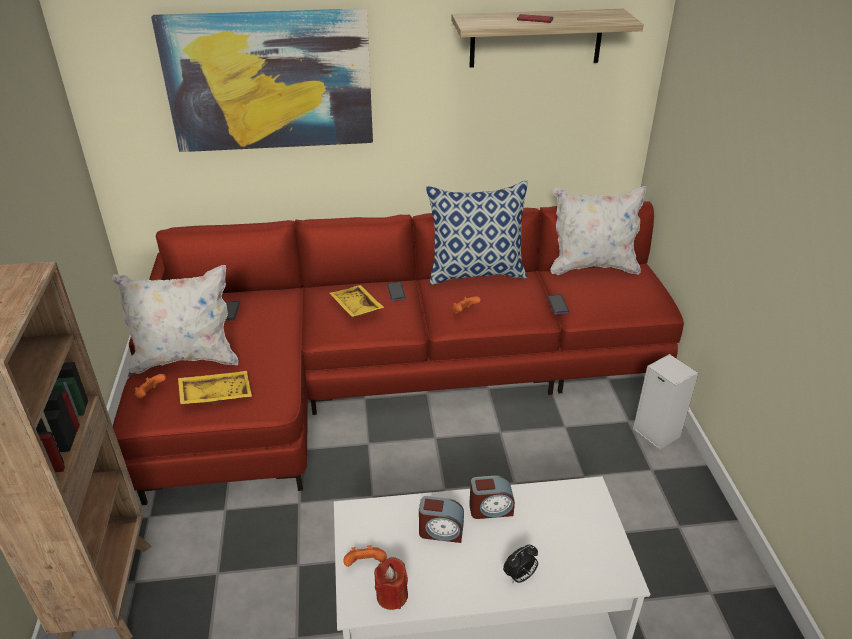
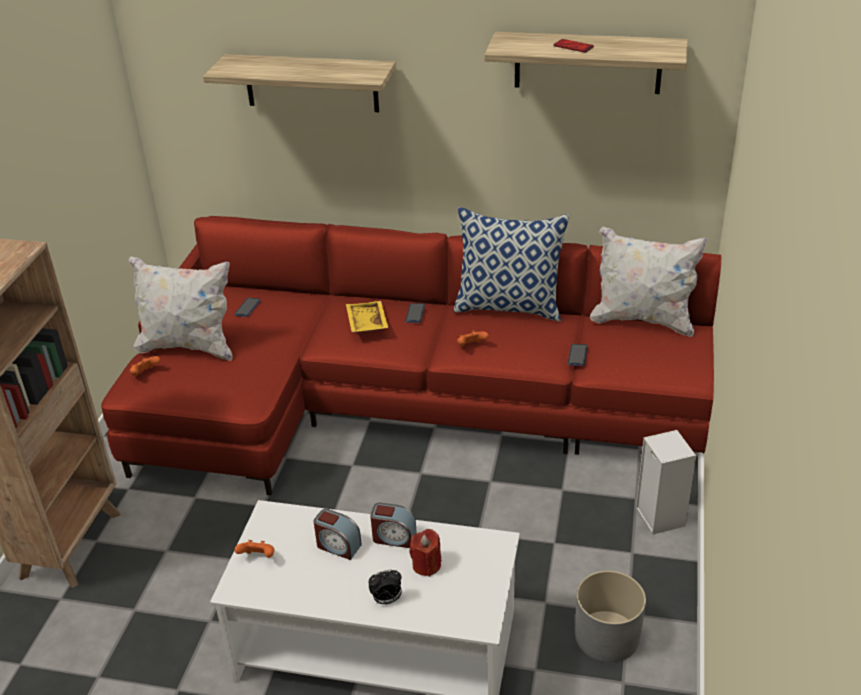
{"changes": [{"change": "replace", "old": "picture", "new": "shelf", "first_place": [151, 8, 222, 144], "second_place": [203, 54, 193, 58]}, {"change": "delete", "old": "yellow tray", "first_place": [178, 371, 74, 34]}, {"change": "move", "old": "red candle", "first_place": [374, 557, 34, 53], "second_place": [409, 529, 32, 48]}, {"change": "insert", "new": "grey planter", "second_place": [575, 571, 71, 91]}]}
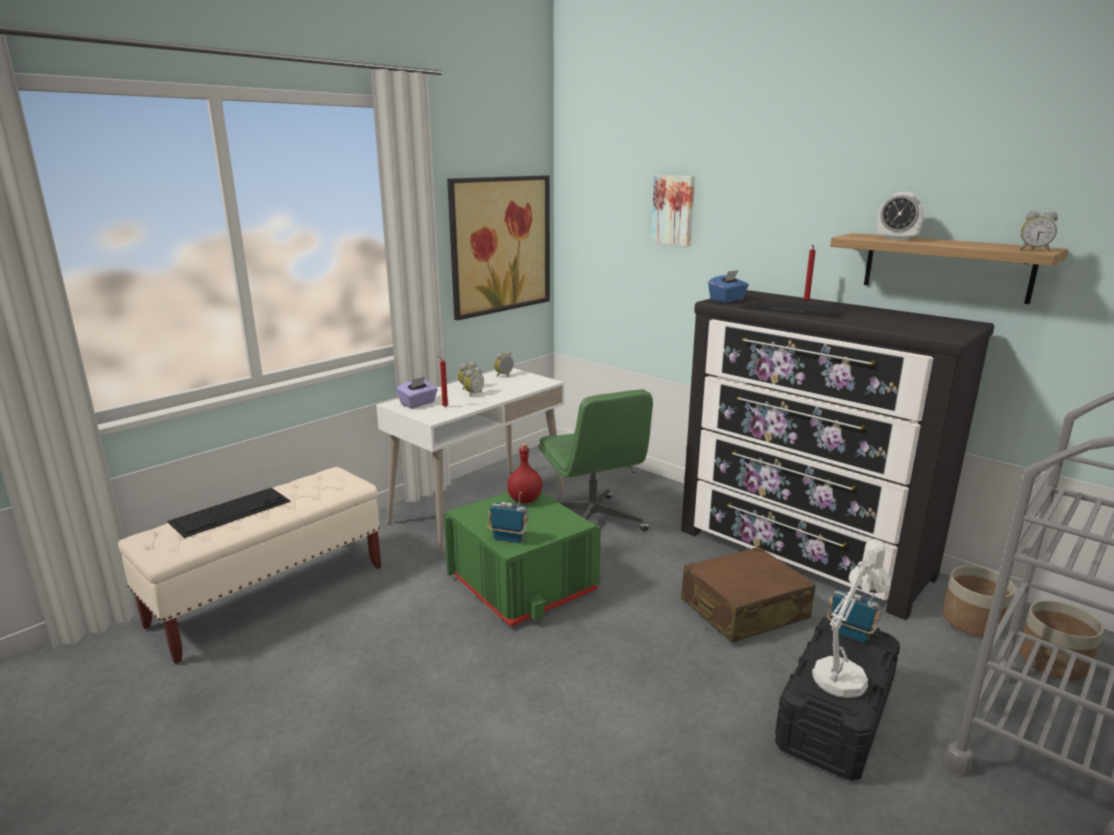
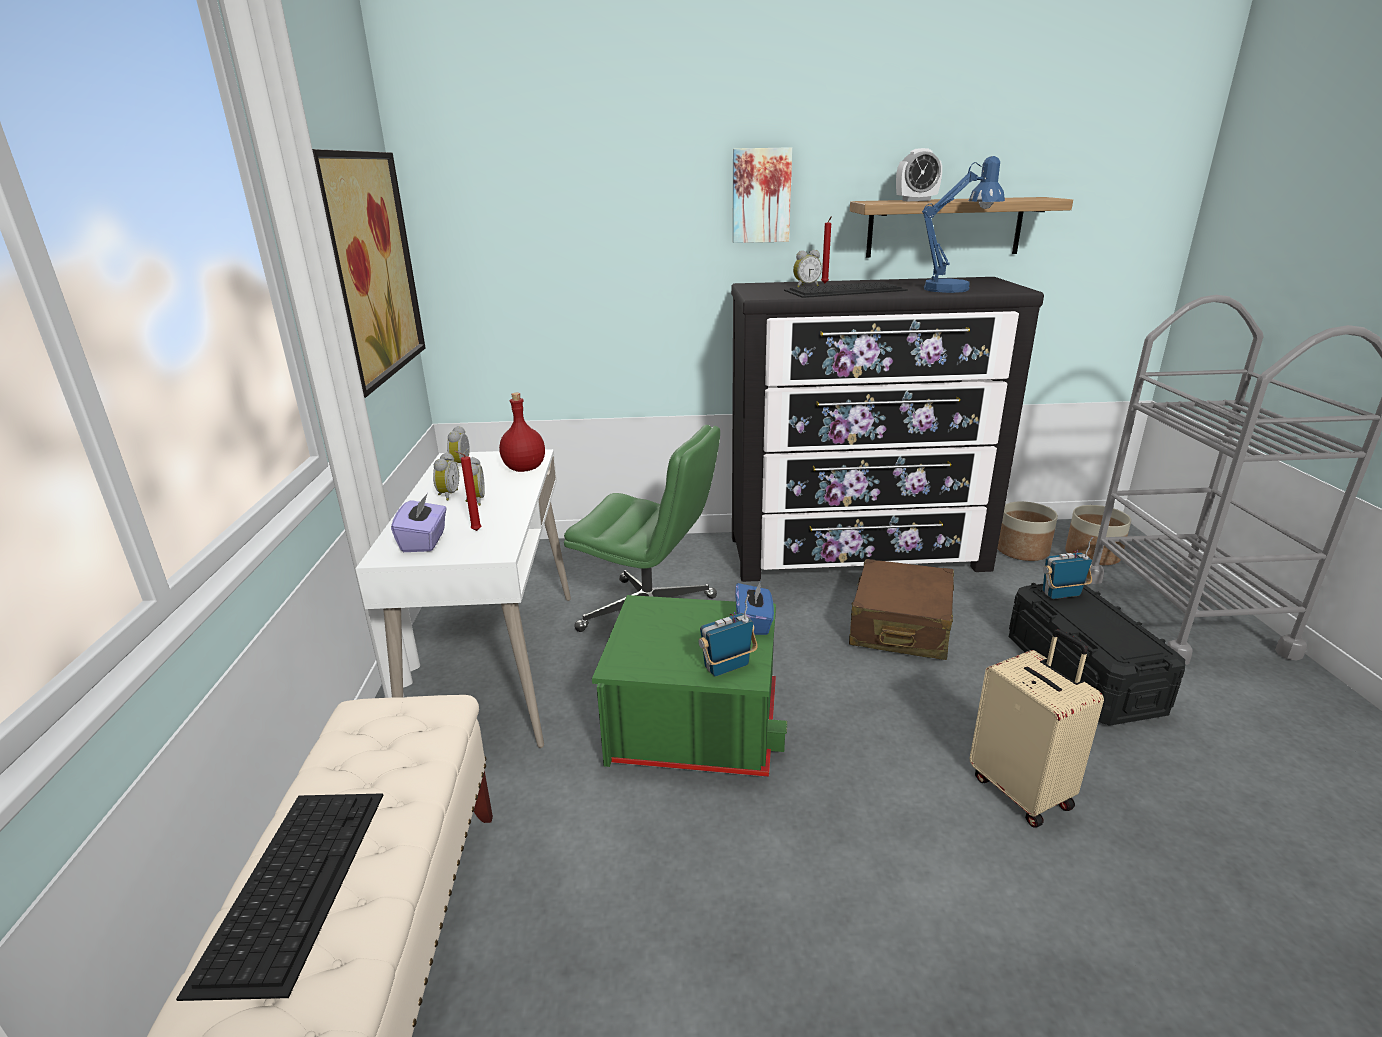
{"changes": [{"change": "move", "old": "red bottle", "first_place": [507, 443, 35, 60], "second_place": [499, 393, 46, 79]}, {"change": "move", "old": "picture", "first_place": [651, 175, 44, 71], "second_place": [732, 147, 60, 96]}, {"change": "move", "old": "blue tissue box", "first_place": [708, 270, 41, 33], "second_place": [735, 580, 39, 55]}, {"change": "delete", "old": "white table lamp", "first_place": [812, 539, 79, 159]}, {"change": "move", "old": "alarm clock", "first_place": [1020, 211, 38, 40], "second_place": [793, 250, 29, 37]}, {"change": "insert", "new": "blue table lamp", "second_place": [922, 156, 83, 137]}, {"change": "insert", "new": "beige suitcase", "second_place": [969, 629, 135, 199]}]}
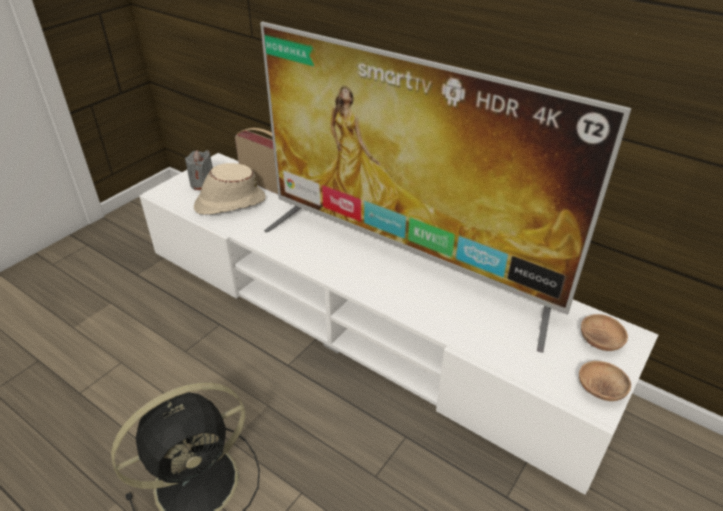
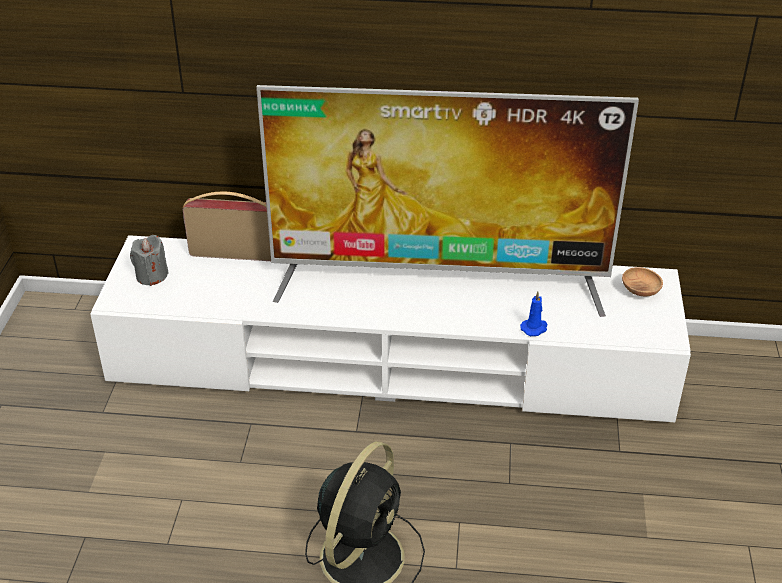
{"changes": [{"change": "delete", "old": "beige hat", "first_place": [194, 163, 72, 52]}, {"change": "delete", "old": "brown bowl", "first_place": [579, 361, 52, 40]}, {"change": "insert", "new": "blue candle", "second_place": [520, 292, 27, 44]}]}
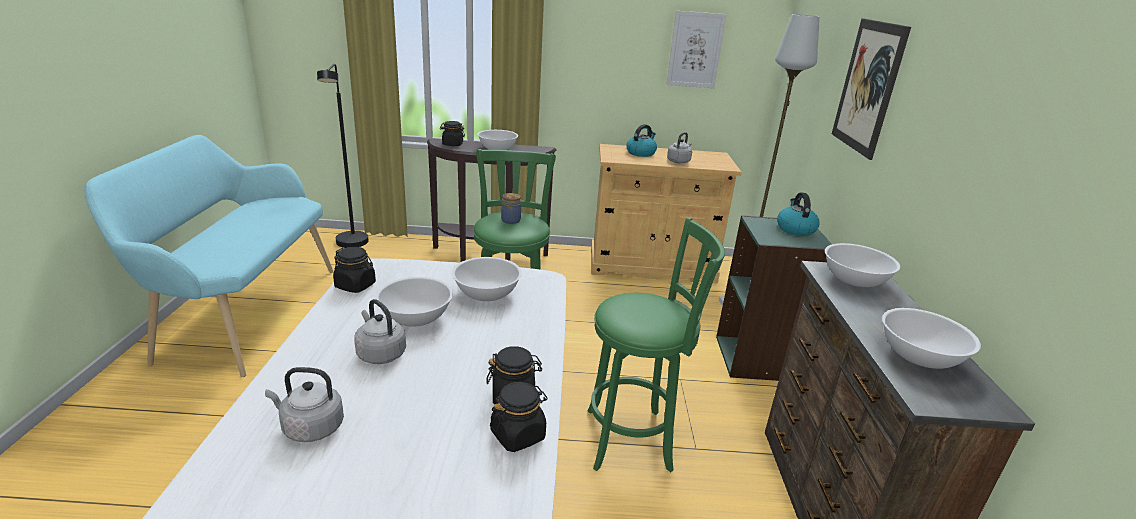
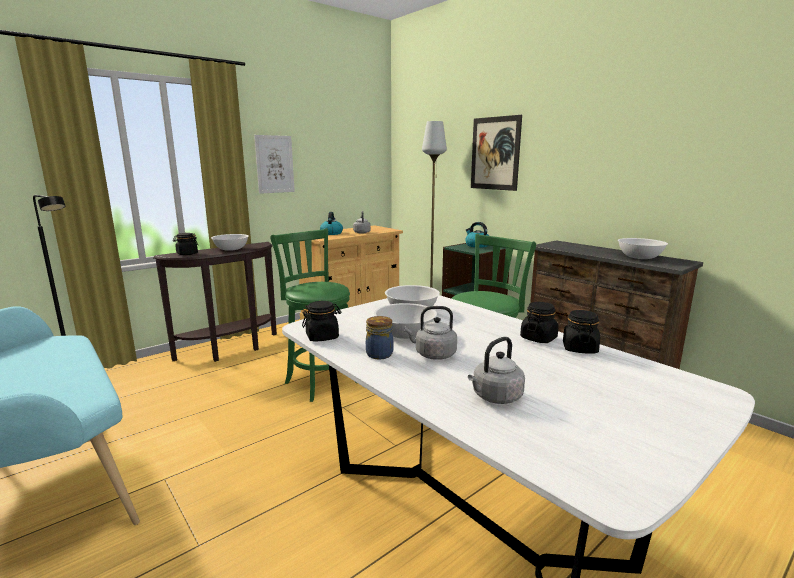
{"changes": [{"change": "move", "old": "jar", "first_place": [501, 193, 20, 31], "second_place": [366, 316, 27, 43]}, {"change": "move", "old": "picture", "first_place": [666, 11, 61, 77], "second_place": [254, 135, 41, 59]}, {"change": "delete", "old": "white bowl", "first_place": [825, 243, 75, 44]}]}
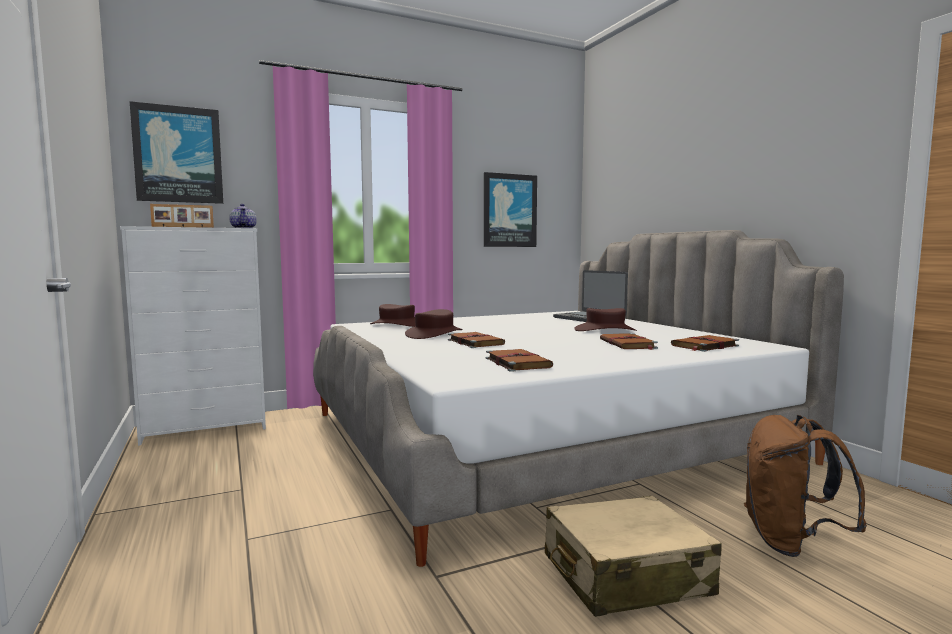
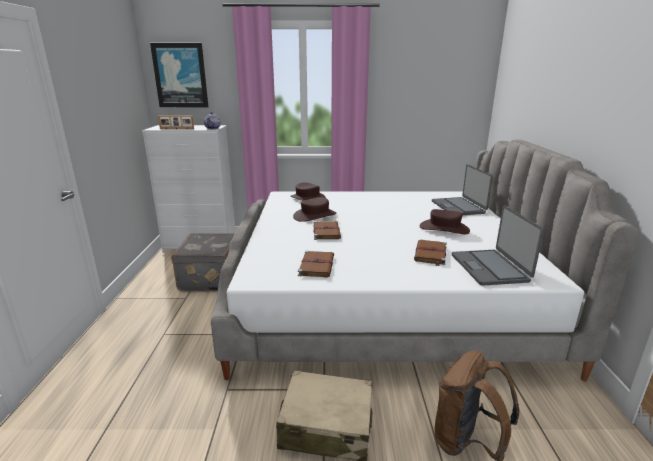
{"changes": [{"change": "delete", "old": "picture", "first_place": [484, 172, 53, 75]}, {"change": "replace", "old": "brown book", "new": "laptop", "first_place": [671, 335, 68, 17], "second_place": [452, 205, 92, 81]}, {"change": "insert", "new": "grey suitcase", "second_place": [171, 233, 64, 59]}]}
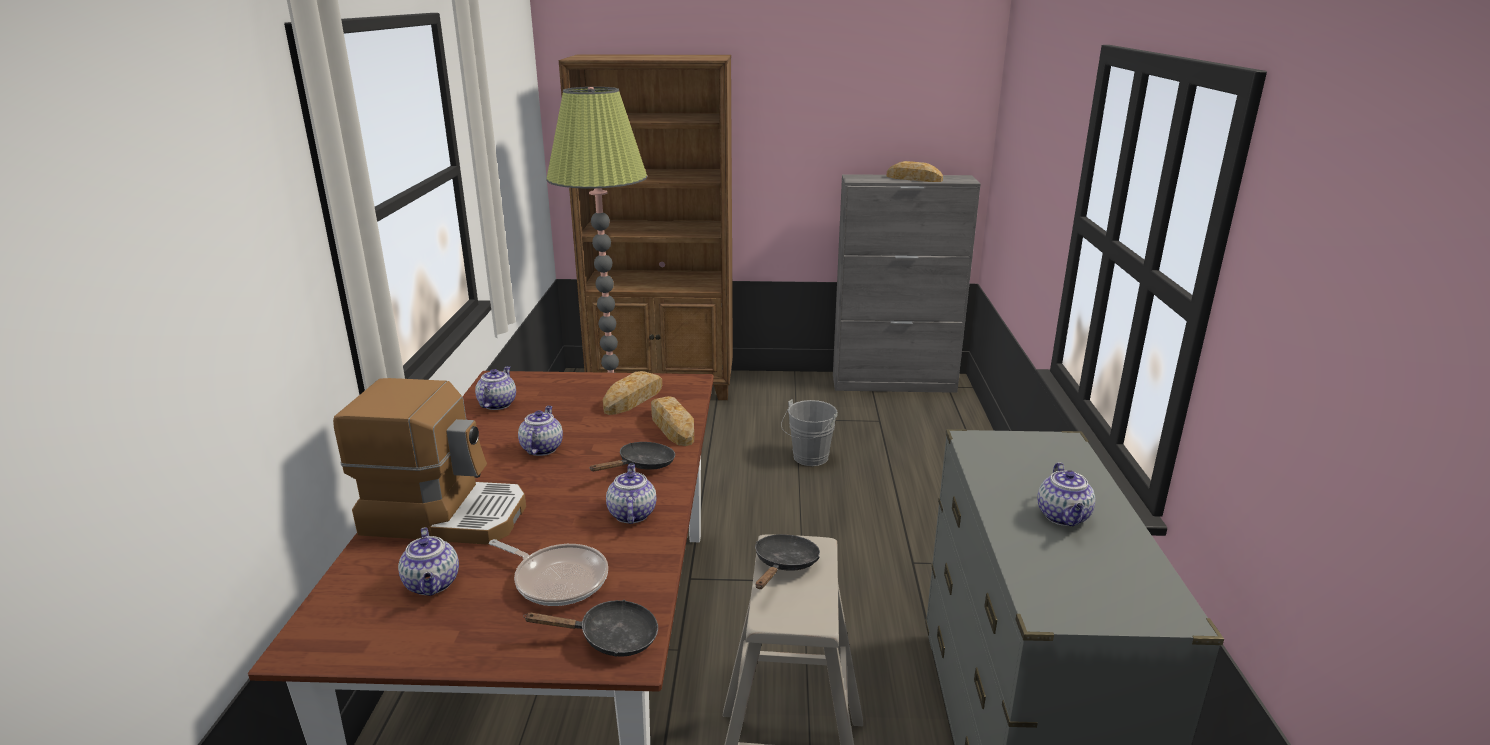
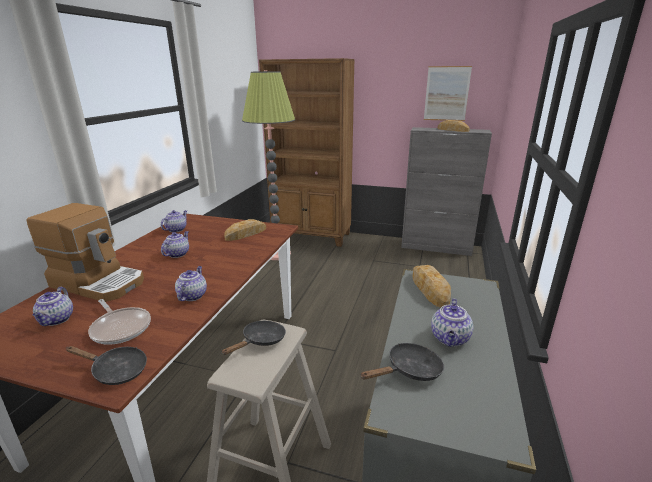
{"changes": [{"change": "move", "old": "black frying pan", "first_place": [589, 442, 86, 29], "second_place": [360, 343, 84, 38]}, {"change": "move", "old": "bread", "first_place": [651, 396, 43, 50], "second_place": [413, 265, 38, 43]}, {"change": "delete", "old": "grey bucket", "first_place": [781, 399, 57, 67]}, {"change": "insert", "new": "picture", "second_place": [424, 66, 48, 55]}]}
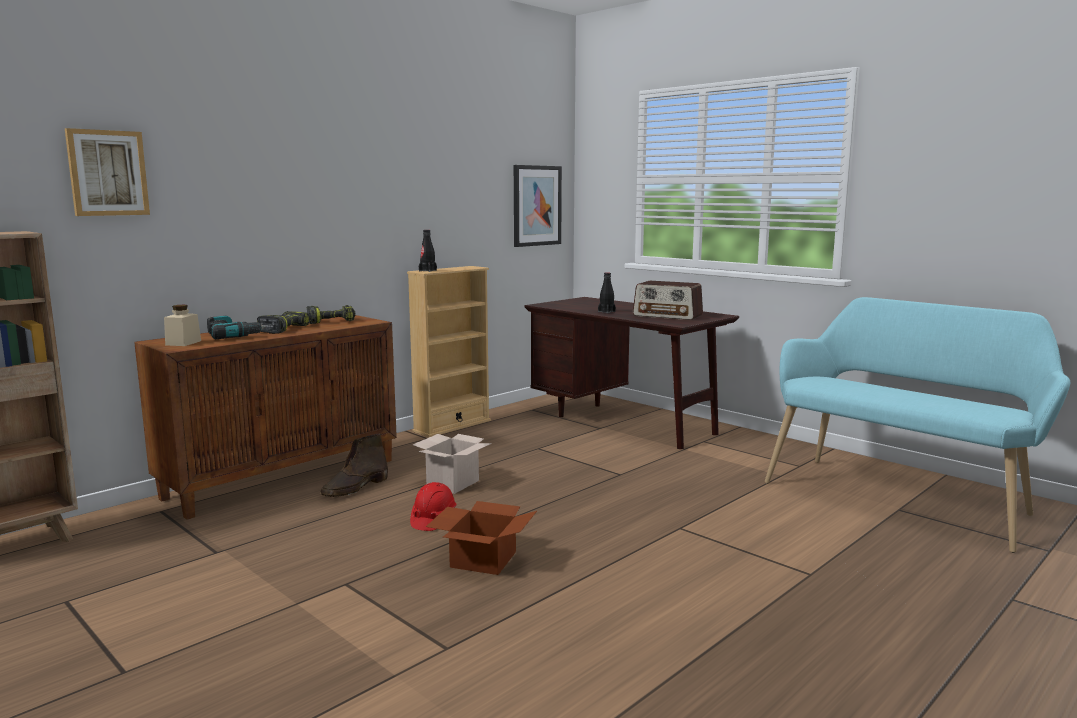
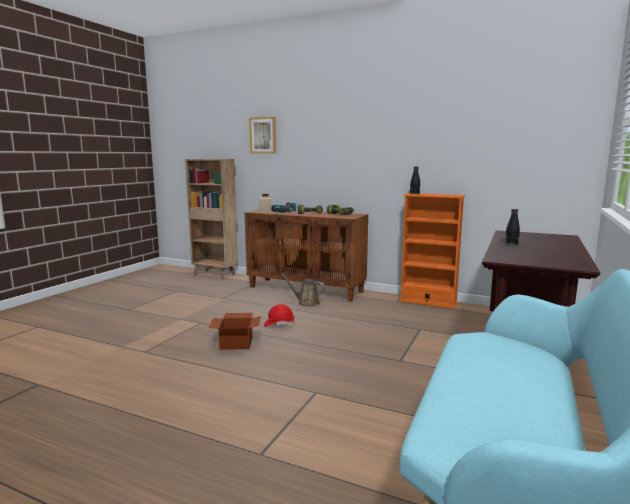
{"changes": [{"change": "replace", "old": "brown boot", "new": "brown watering can", "first_place": [321, 433, 67, 64], "second_place": [281, 273, 44, 33]}, {"change": "recolor", "old": "beige bookcase", "new": "orange bookcase", "first_place": [407, 266, 84, 171], "second_place": [399, 193, 66, 116]}, {"change": "delete", "old": "cardboard box", "first_place": [413, 434, 79, 60]}, {"change": "delete", "old": "picture", "first_place": [514, 165, 48, 82]}, {"change": "delete", "old": "radio", "first_place": [633, 281, 70, 39]}]}
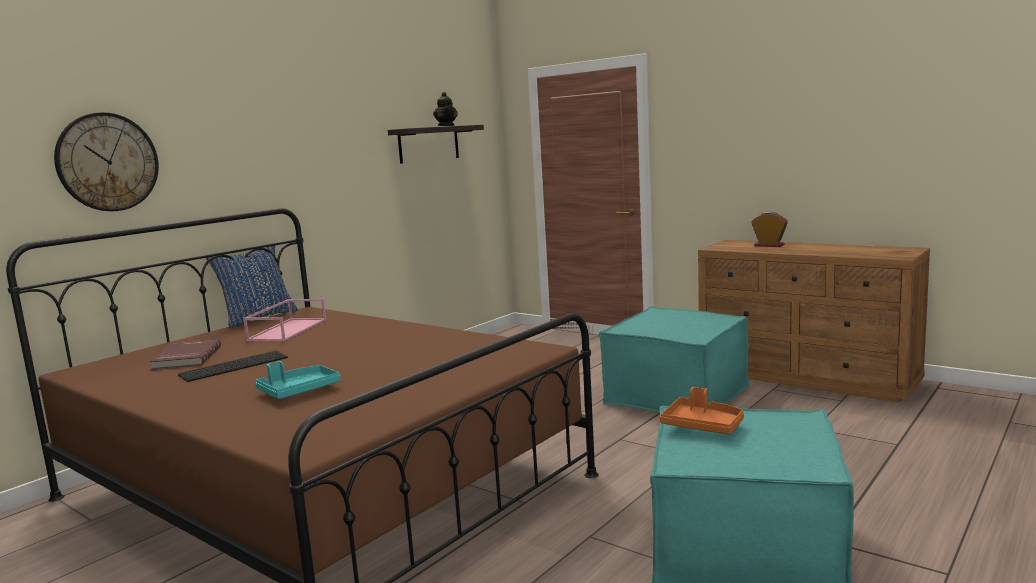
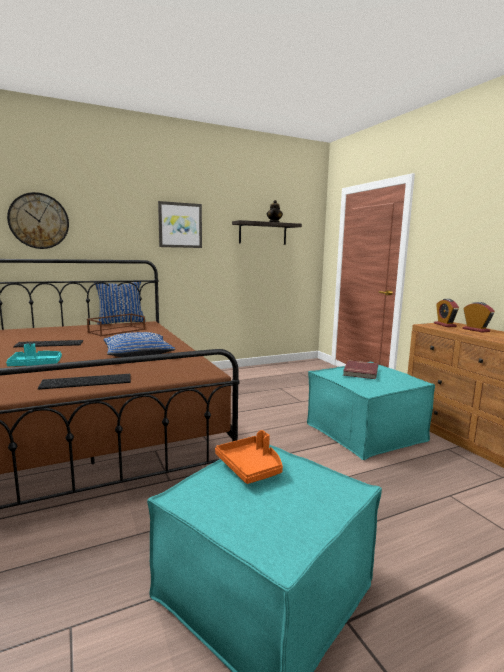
{"changes": [{"change": "move", "old": "red book", "first_place": [150, 340, 71, 29], "second_place": [343, 360, 35, 19]}, {"change": "recolor", "old": "pink tray", "new": "brown tray", "first_place": [243, 299, 83, 43], "second_place": [87, 314, 58, 22]}, {"change": "insert", "new": "keyboard", "second_place": [38, 374, 93, 16]}, {"change": "insert", "new": "blue pillow", "second_place": [104, 332, 71, 25]}, {"change": "insert", "new": "picture", "second_place": [158, 201, 44, 47]}, {"change": "insert", "new": "alarm clock", "second_place": [434, 299, 25, 28]}]}
